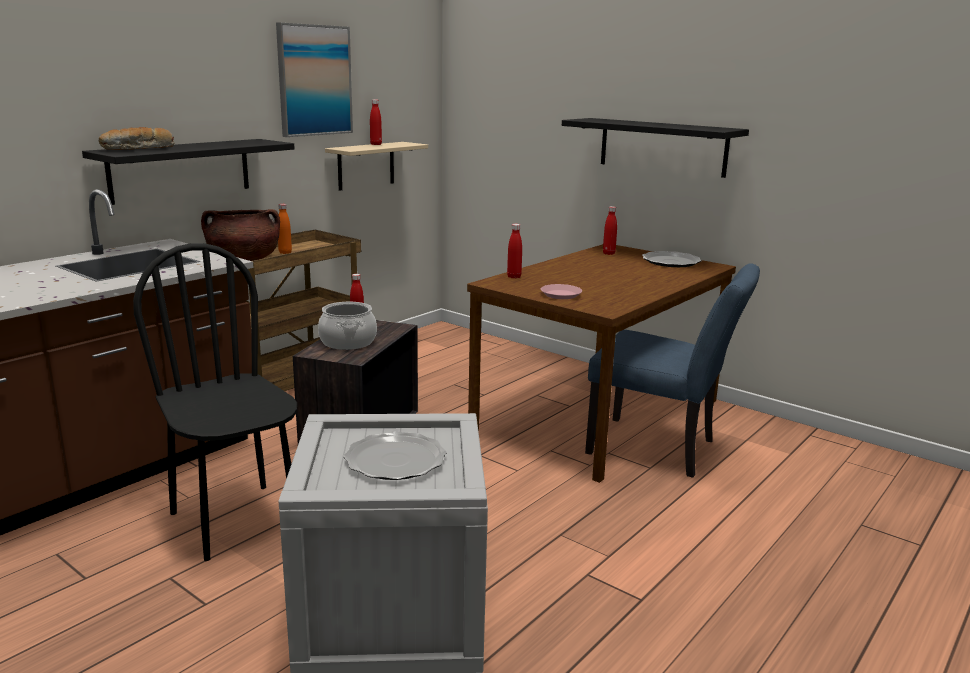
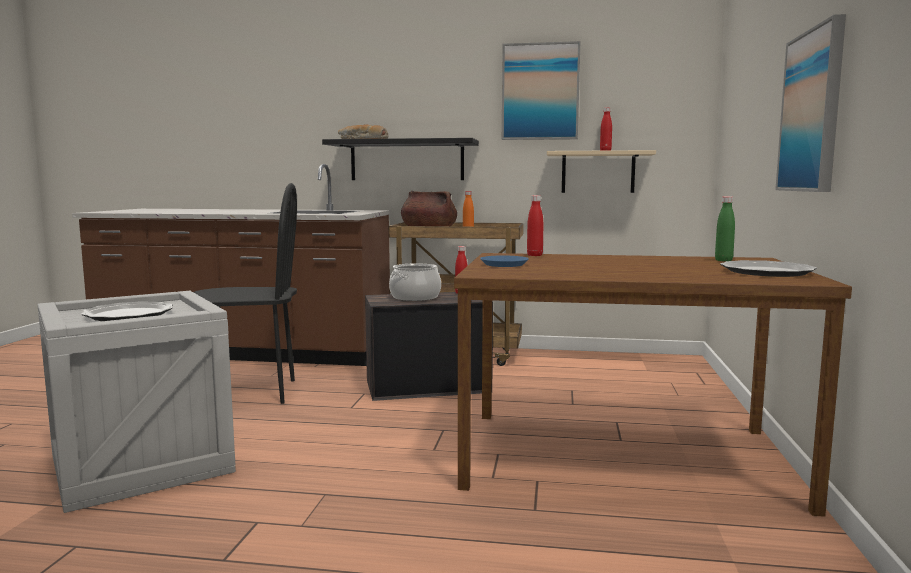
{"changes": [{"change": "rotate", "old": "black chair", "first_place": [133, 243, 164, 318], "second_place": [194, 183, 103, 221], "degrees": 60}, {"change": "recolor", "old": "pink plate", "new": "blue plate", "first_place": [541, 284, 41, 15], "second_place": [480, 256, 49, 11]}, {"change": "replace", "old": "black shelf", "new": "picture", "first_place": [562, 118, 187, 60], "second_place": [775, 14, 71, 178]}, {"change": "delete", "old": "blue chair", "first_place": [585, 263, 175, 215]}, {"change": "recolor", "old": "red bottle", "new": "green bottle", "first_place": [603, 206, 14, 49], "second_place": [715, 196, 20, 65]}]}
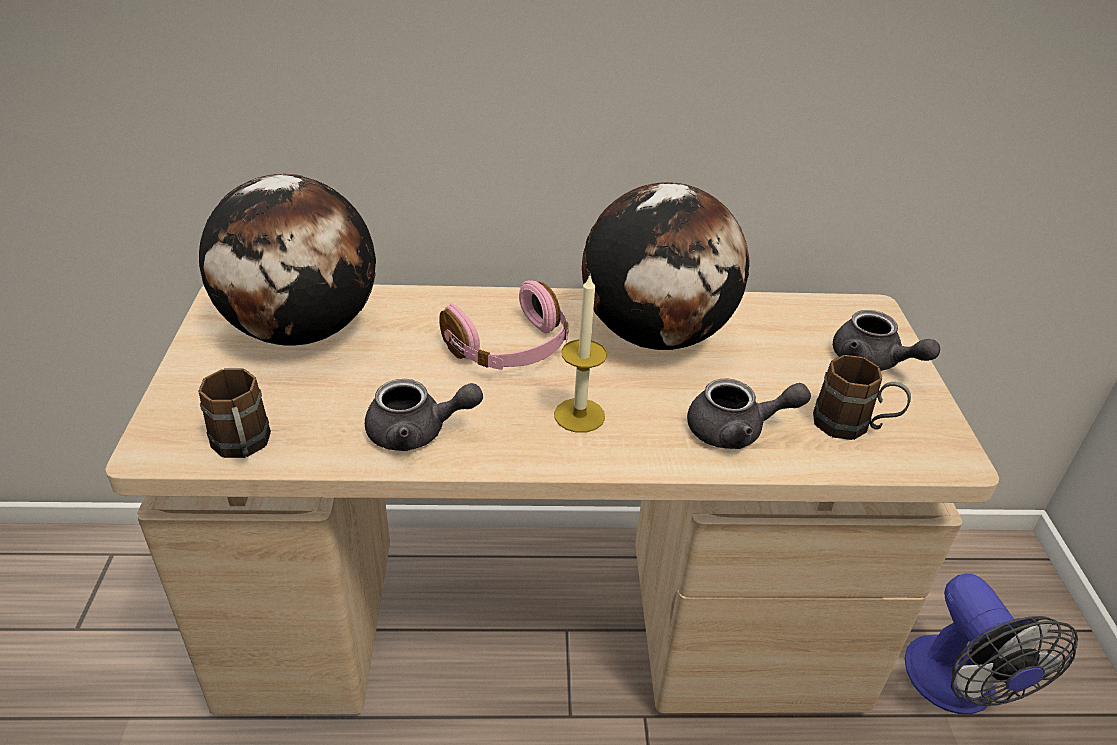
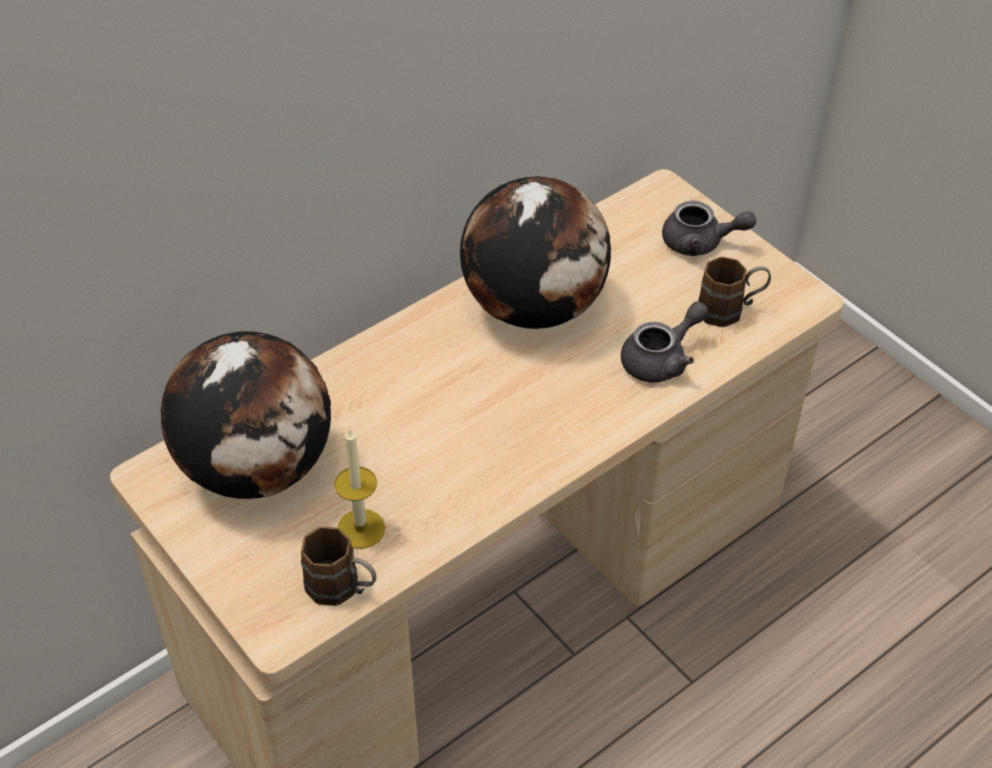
{"changes": [{"change": "delete", "old": "grey teapot", "first_place": [365, 379, 118, 72]}, {"change": "delete", "old": "pink headphones", "first_place": [439, 280, 129, 90]}, {"change": "move", "old": "candle", "first_place": [554, 276, 53, 157], "second_place": [334, 427, 51, 122]}, {"change": "delete", "old": "fan", "first_place": [905, 573, 173, 141]}]}
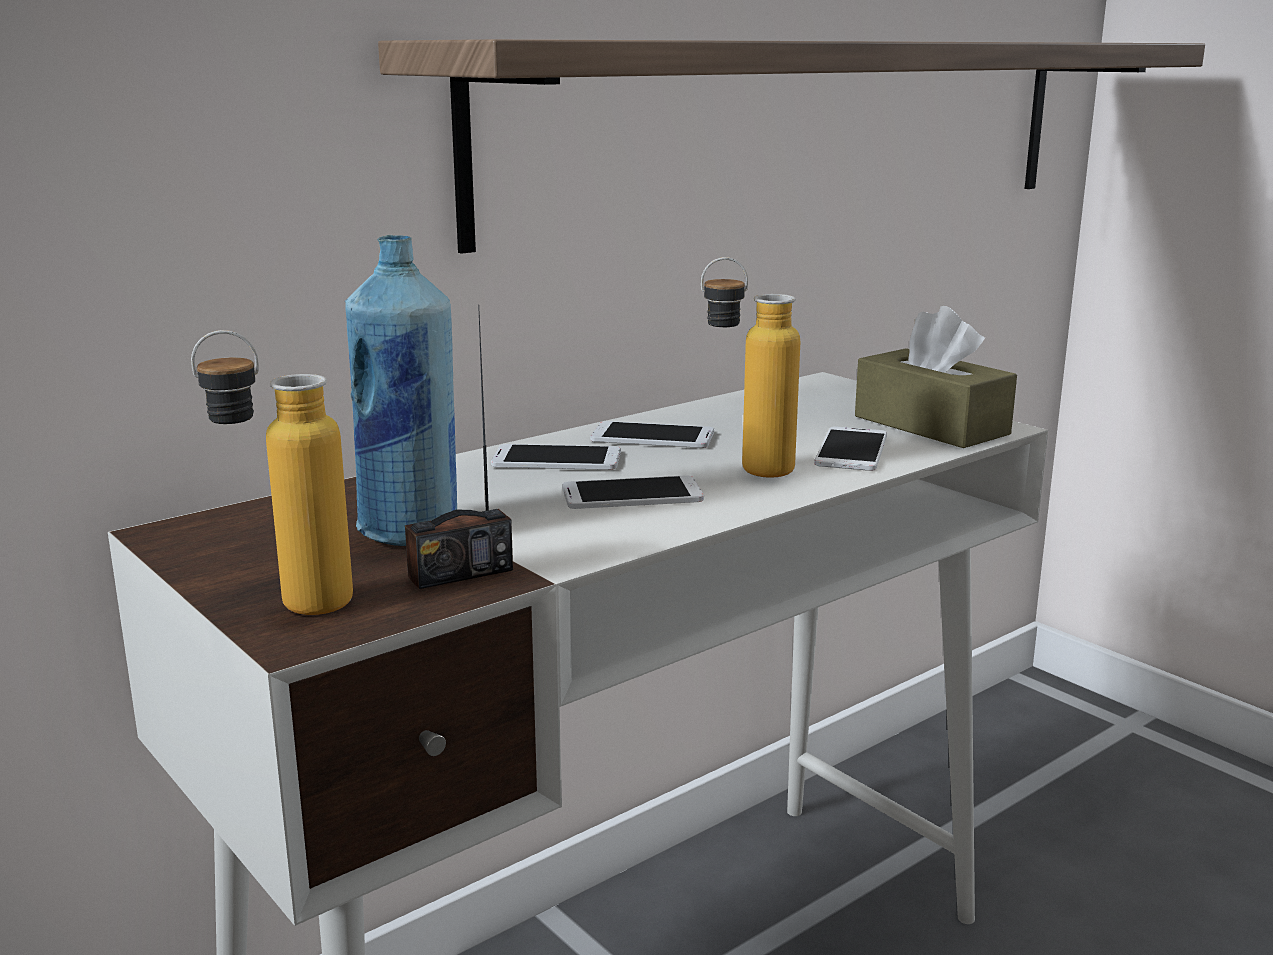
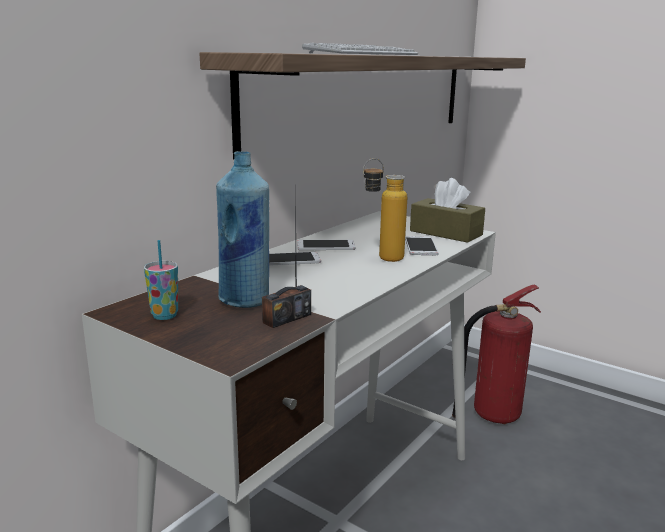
{"changes": [{"change": "delete", "old": "bottle", "first_place": [191, 330, 162, 285]}, {"change": "delete", "old": "phone", "first_place": [562, 475, 142, 34]}, {"change": "insert", "new": "cup", "second_place": [144, 240, 34, 80]}, {"change": "insert", "new": "keyboard", "second_place": [302, 43, 116, 12]}, {"change": "insert", "new": "fire extinguisher", "second_place": [452, 284, 89, 140]}]}
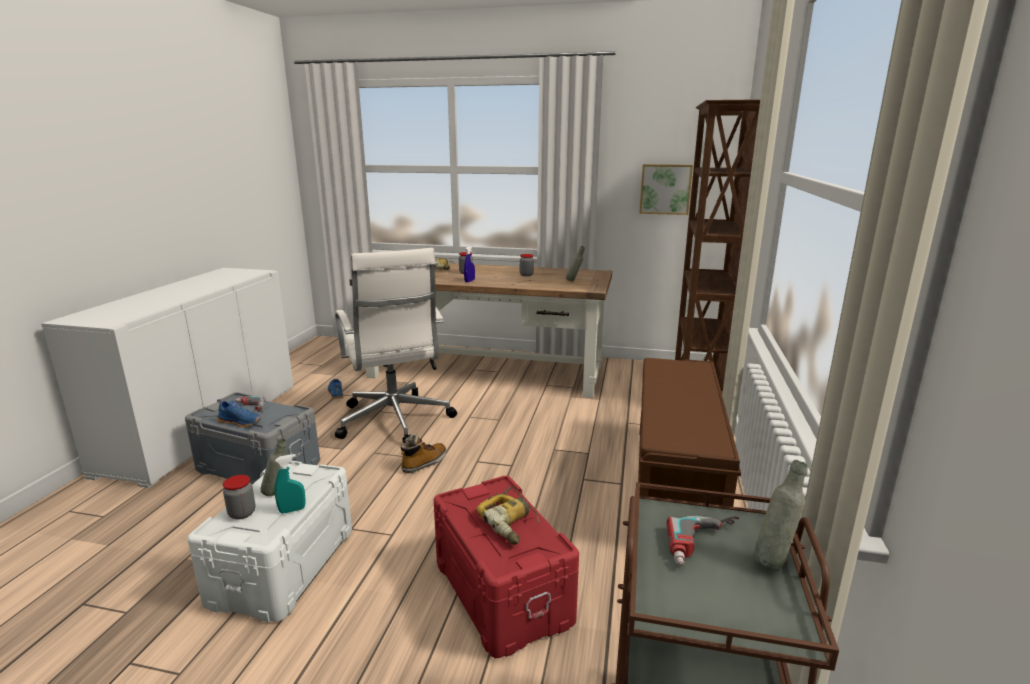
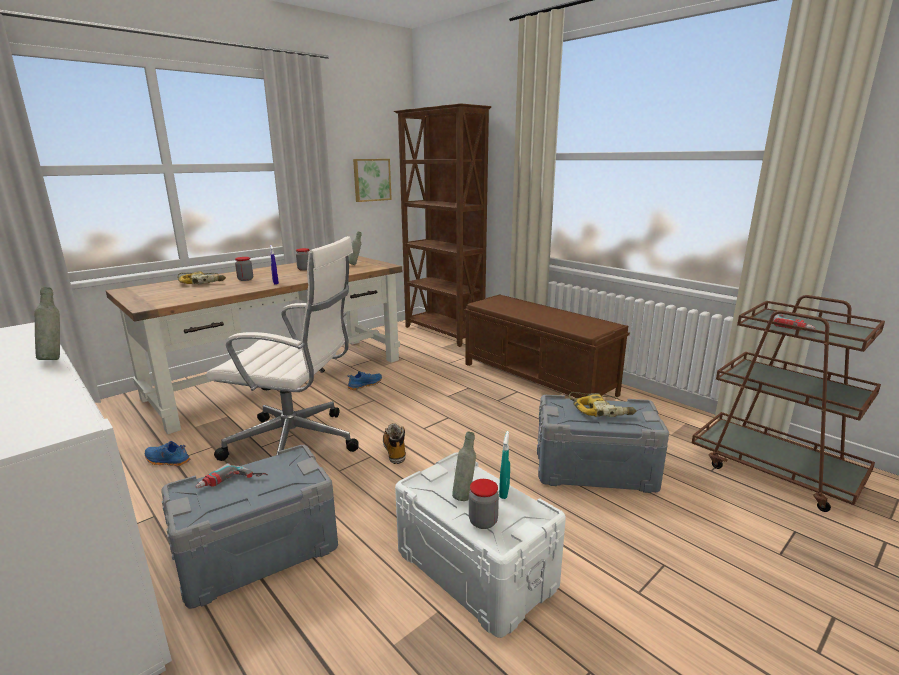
{"changes": [{"change": "move", "old": "blue shoe", "first_place": [217, 399, 44, 28], "second_place": [348, 371, 34, 19]}, {"change": "recolor", "old": "red storage box", "new": "grey storage box", "first_place": [434, 476, 145, 182], "second_place": [537, 395, 132, 98]}, {"change": "move", "old": "grey bottle", "first_place": [753, 460, 55, 111], "second_place": [34, 287, 26, 73]}]}
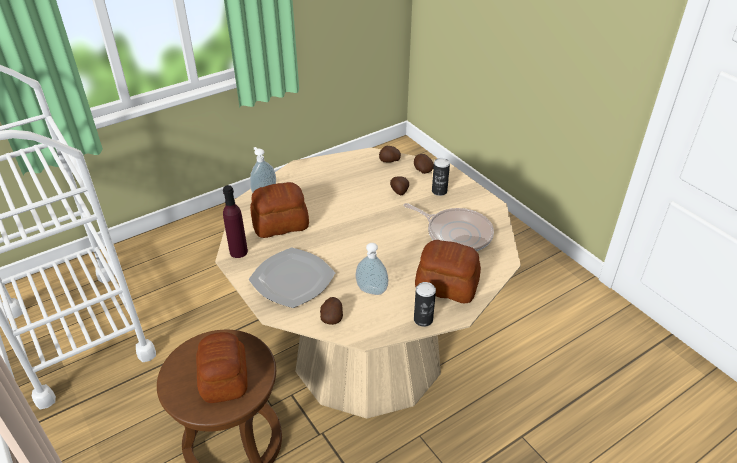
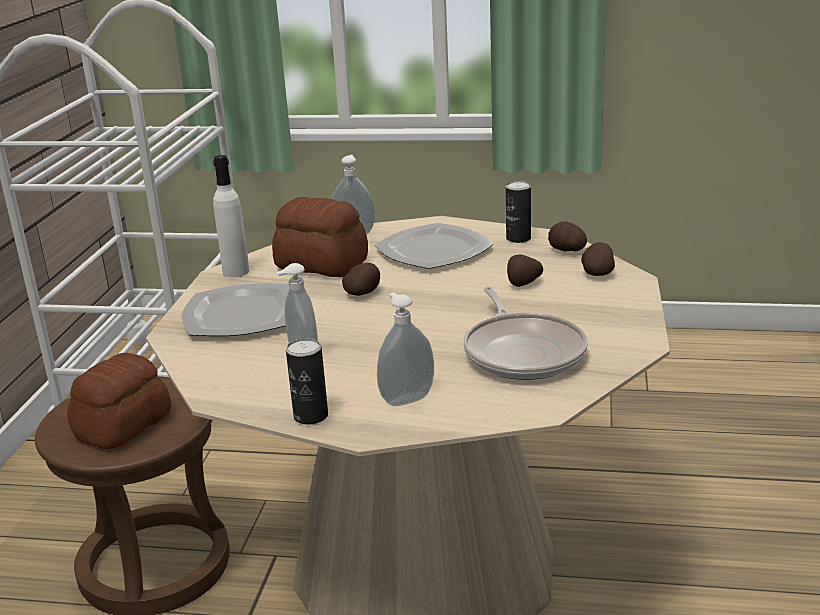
{"changes": [{"change": "recolor", "old": "purple bottle", "new": "white bottle", "first_place": [223, 185, 25, 73], "second_place": [213, 155, 37, 122]}, {"change": "move", "old": "potato", "first_place": [320, 297, 23, 28], "second_place": [342, 263, 38, 33]}, {"change": "replace", "old": "bread", "new": "soap dispenser", "first_place": [415, 240, 66, 63], "second_place": [377, 292, 57, 114]}, {"change": "move", "old": "can", "first_place": [432, 158, 18, 38], "second_place": [506, 181, 25, 62]}, {"change": "insert", "new": "plate", "second_place": [374, 223, 120, 46]}]}
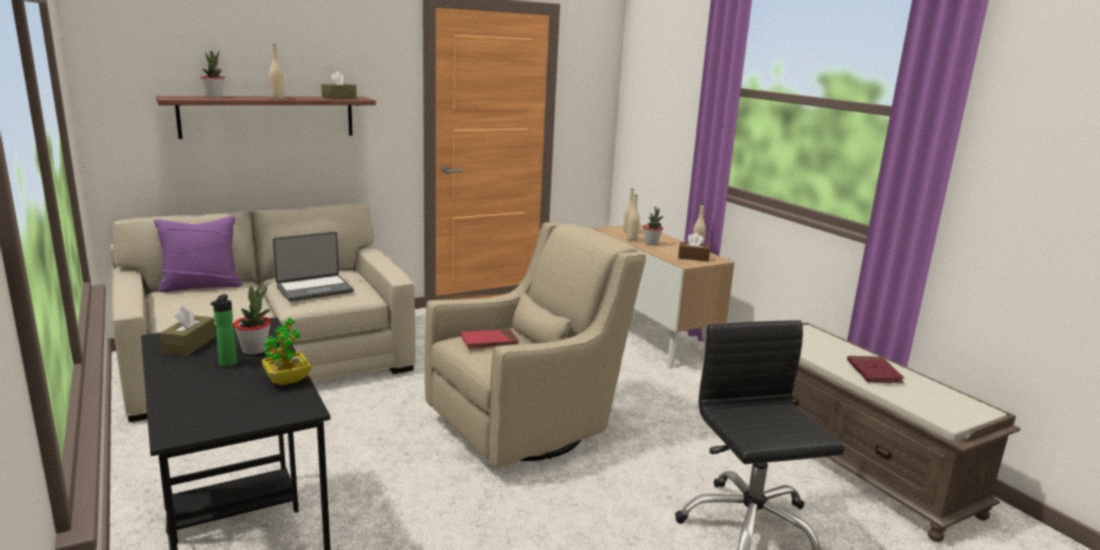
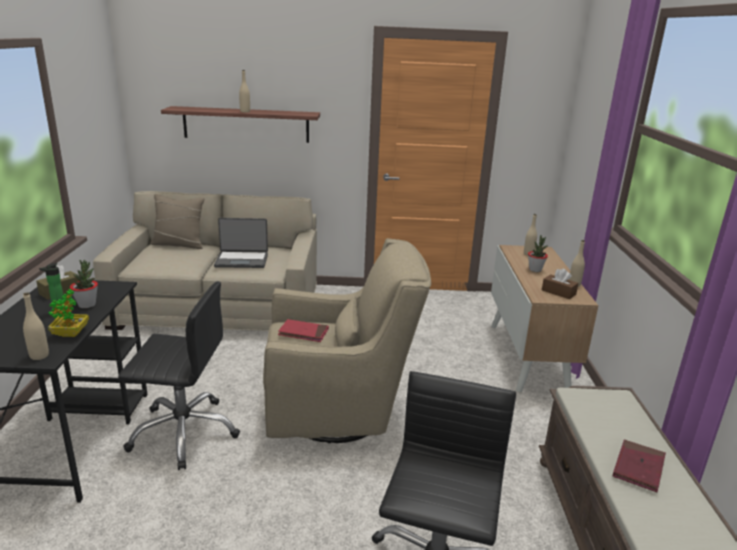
{"changes": [{"change": "recolor", "old": "purple pillow", "new": "beige pillow", "first_place": [154, 216, 88, 76], "second_place": [150, 194, 55, 55]}, {"change": "delete", "old": "potted plant", "first_place": [200, 51, 25, 47]}, {"change": "delete", "old": "brown tissue box", "first_place": [321, 71, 36, 28]}, {"change": "move", "old": "beige bottle", "first_place": [627, 195, 13, 46], "second_place": [23, 292, 26, 68]}, {"change": "insert", "new": "black office chair", "second_place": [118, 281, 122, 189]}]}
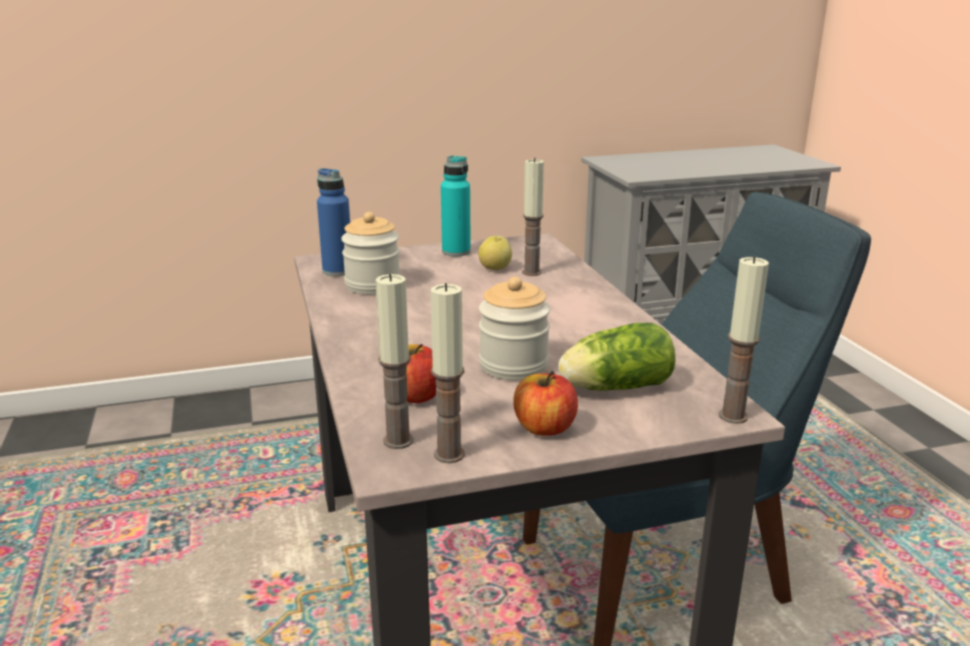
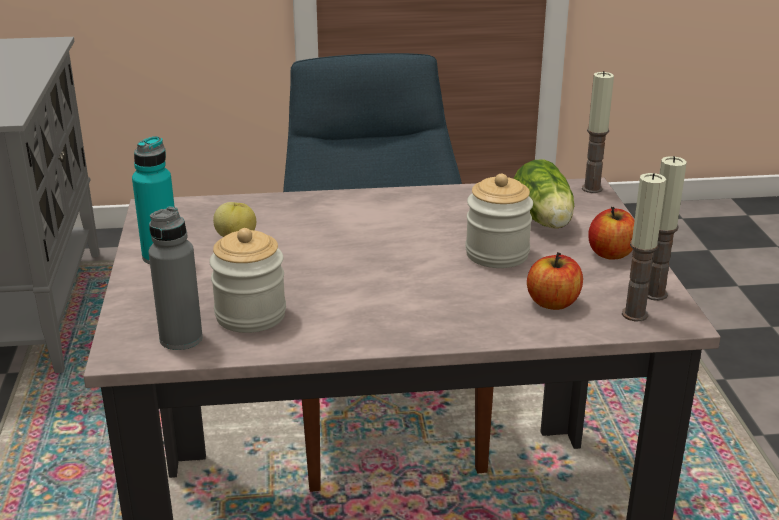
{"changes": [{"change": "recolor", "old": "blue bottle", "new": "grey bottle", "first_place": [317, 168, 33, 108], "second_place": [149, 206, 54, 144]}, {"change": "delete", "old": "candle", "first_place": [522, 158, 22, 118]}]}
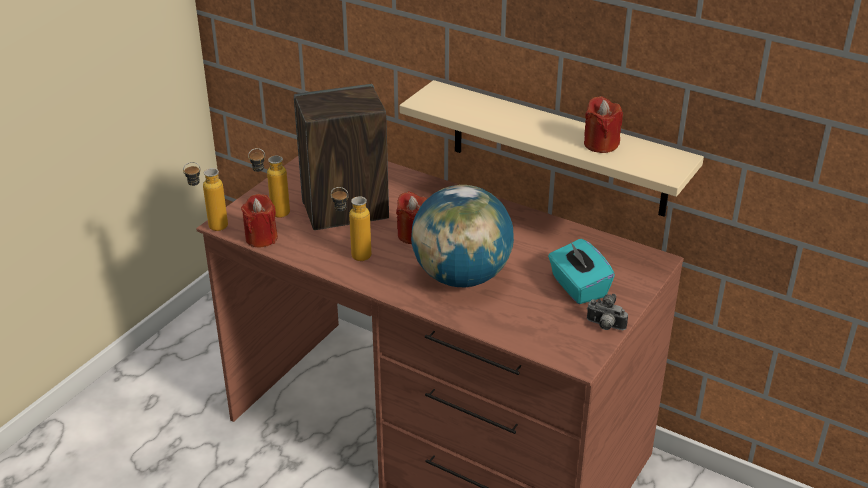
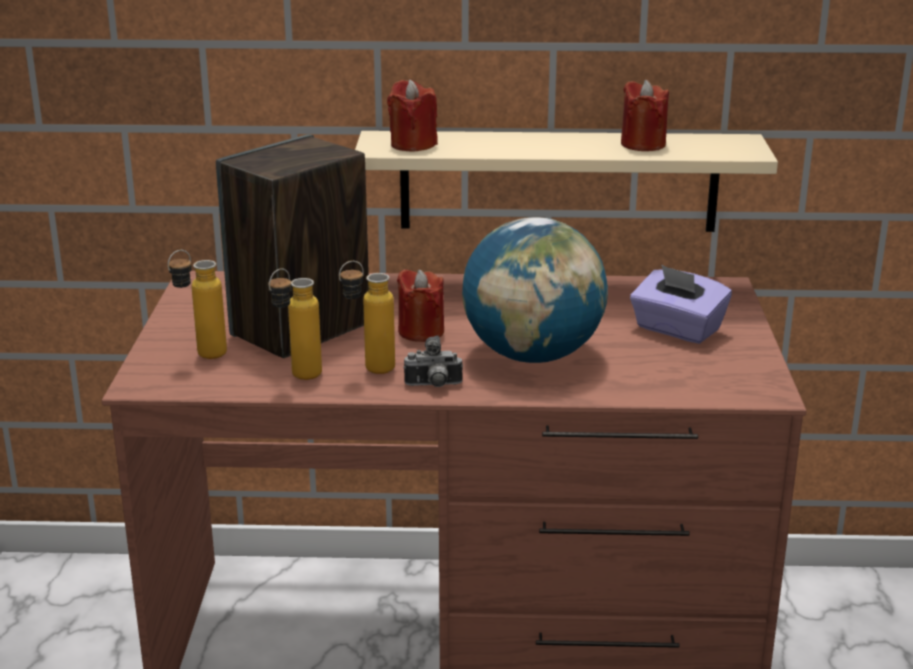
{"changes": [{"change": "move", "old": "bottle", "first_place": [183, 162, 45, 69], "second_place": [268, 268, 54, 112]}, {"change": "move", "old": "red candle", "first_place": [241, 194, 37, 53], "second_place": [387, 79, 51, 73]}, {"change": "recolor", "old": "turquoise tissue box", "new": "purple tissue box", "first_place": [548, 239, 67, 65], "second_place": [630, 265, 102, 79]}, {"change": "move", "old": "photo camera", "first_place": [587, 294, 41, 36], "second_place": [404, 335, 59, 52]}]}
